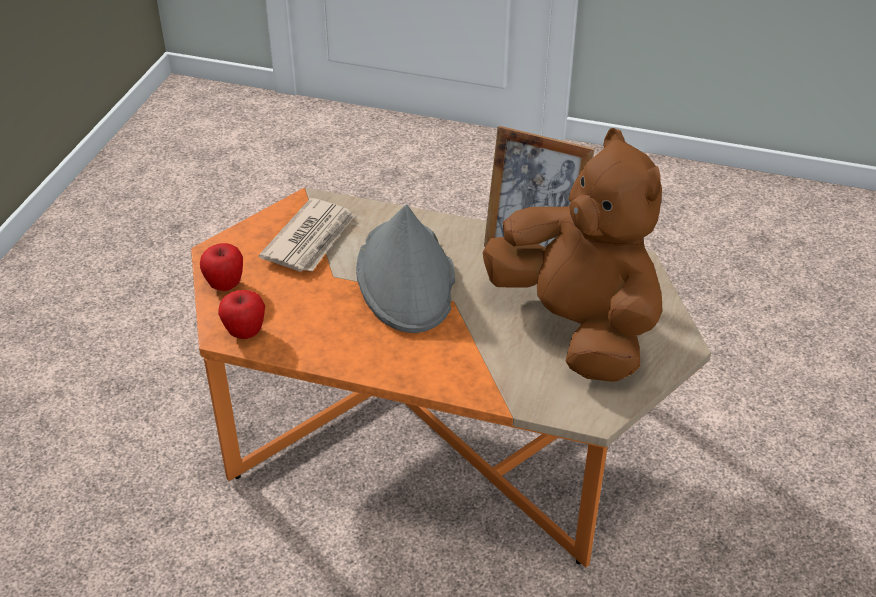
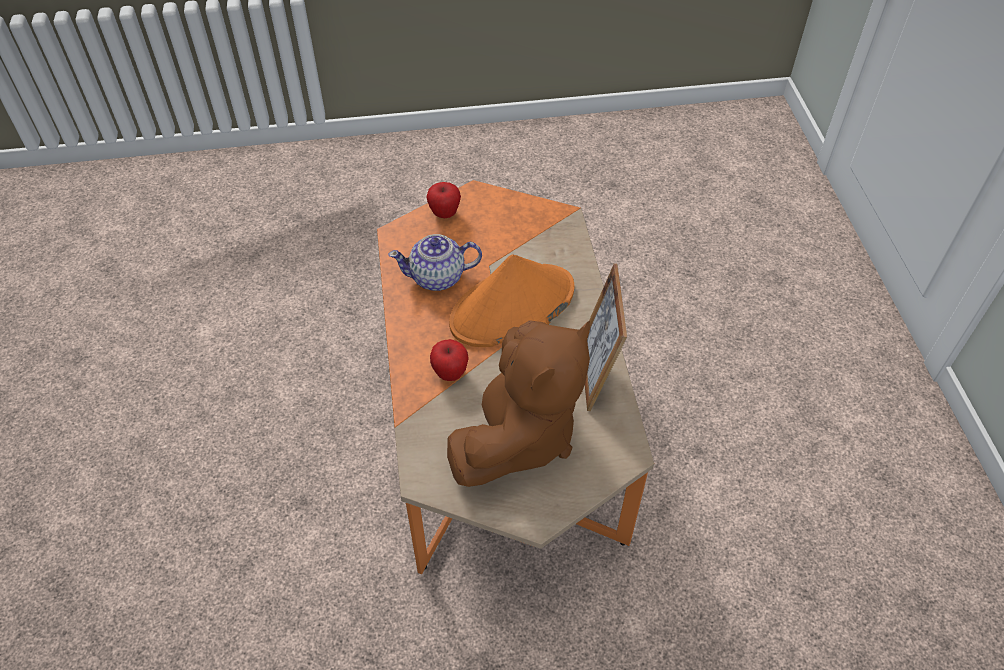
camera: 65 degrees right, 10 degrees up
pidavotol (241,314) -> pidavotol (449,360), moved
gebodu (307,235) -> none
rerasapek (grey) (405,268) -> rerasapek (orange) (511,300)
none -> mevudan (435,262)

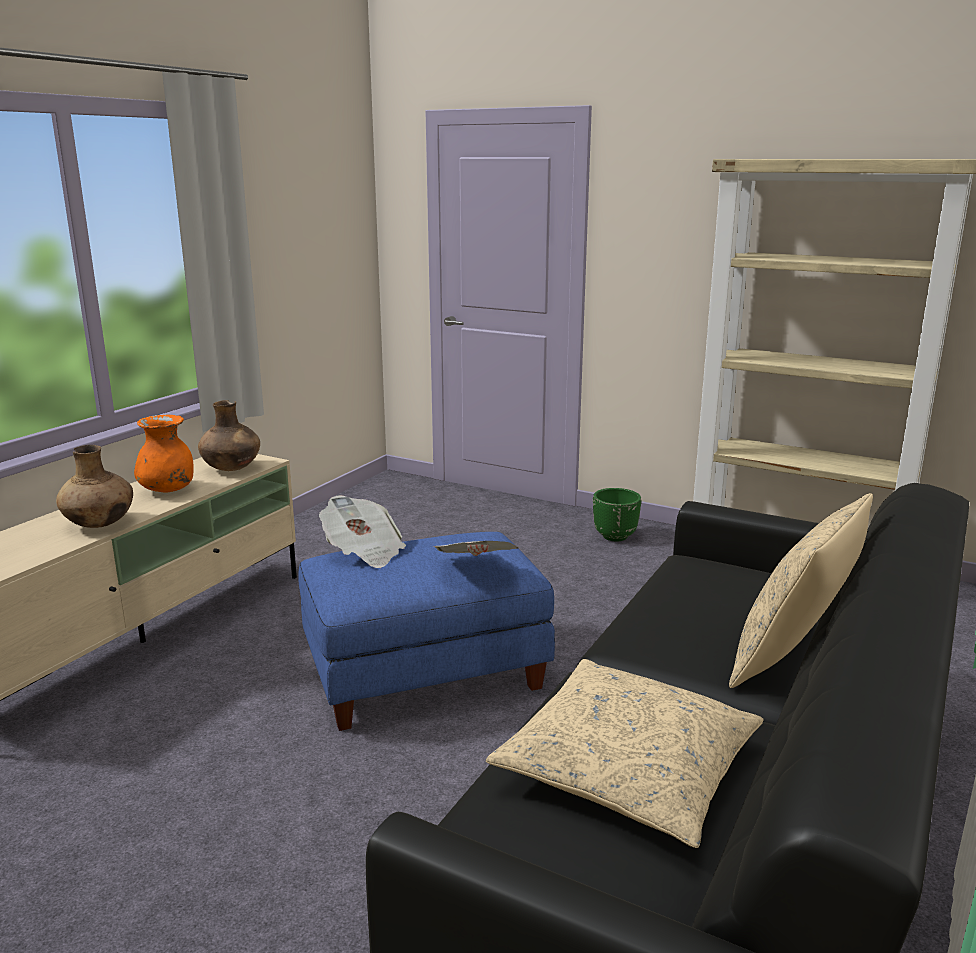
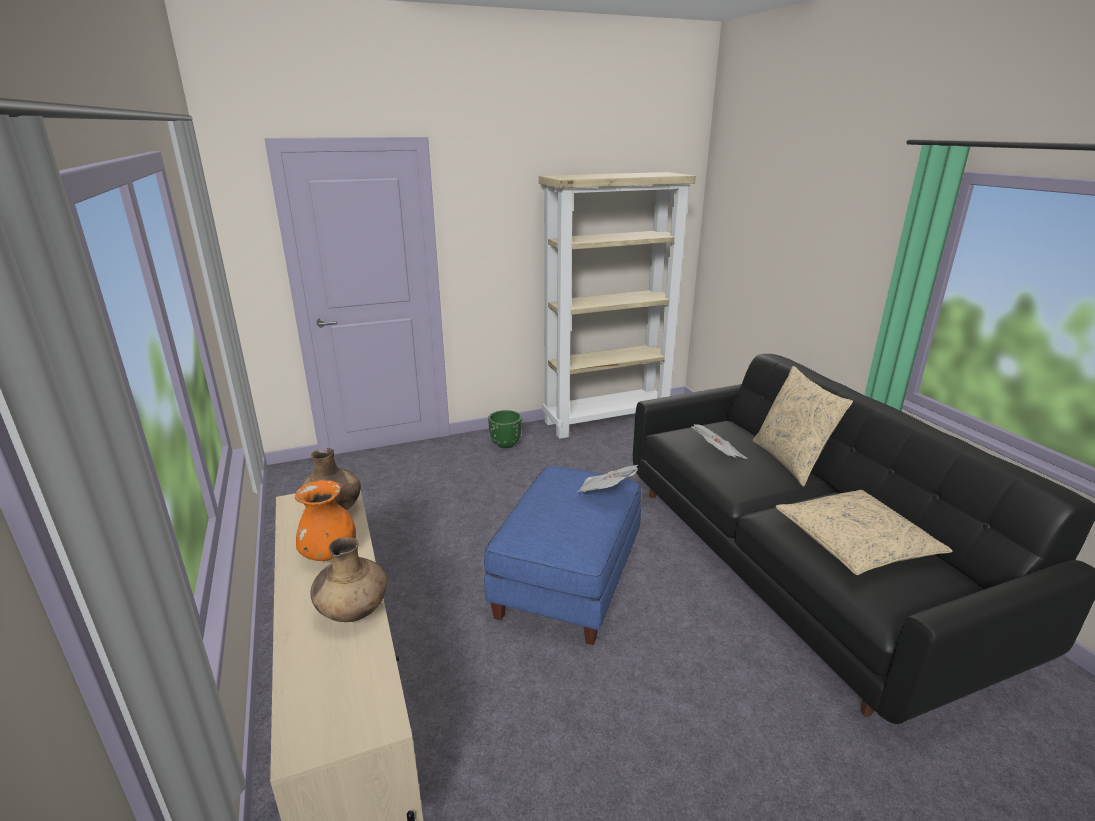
camera: 50 degrees left, 5 degrees up
gebodu (362,531) -> gebodu (720,441), moved

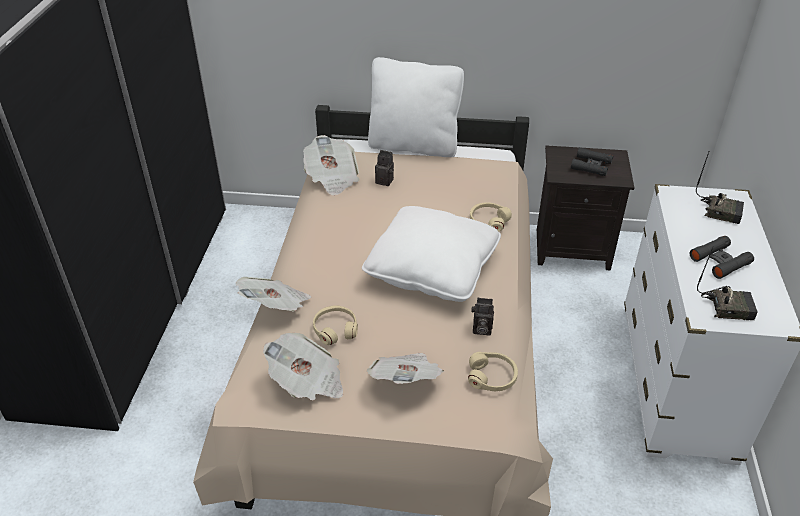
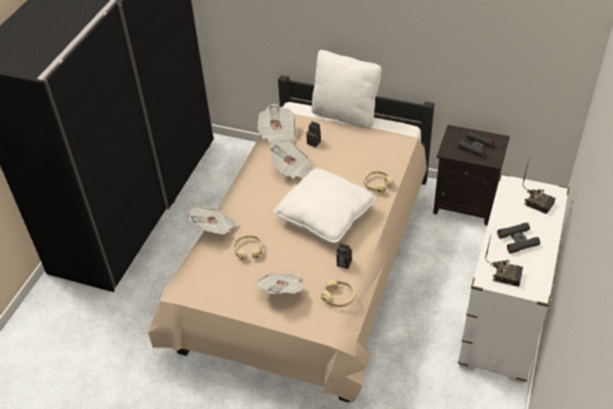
camera: 15 degrees right, 5 degrees up
gebodu (303,366) -> gebodu (291,160), moved

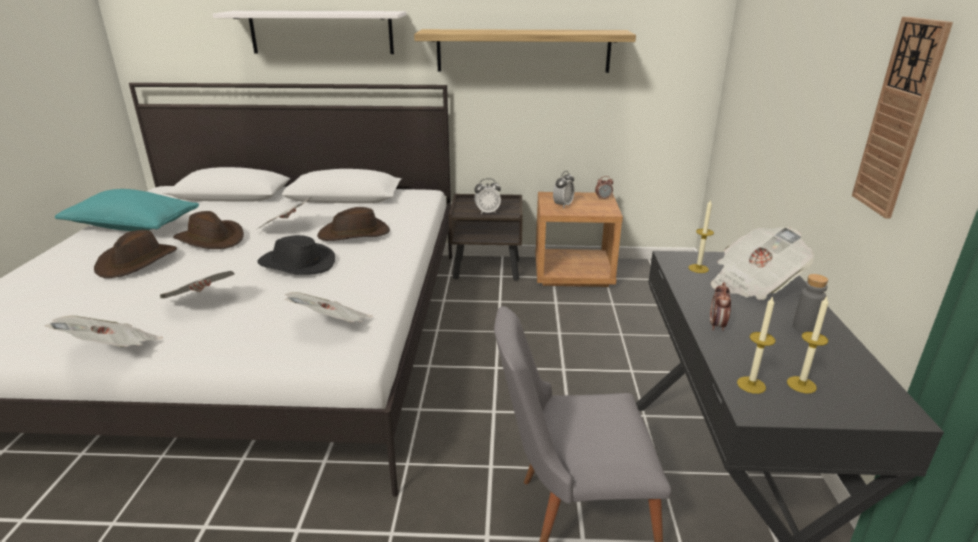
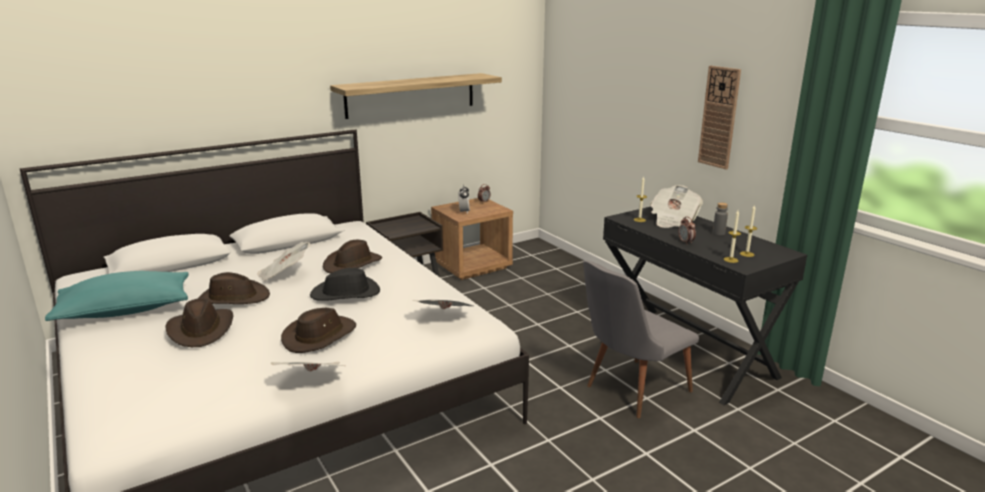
camera: 35 degrees left, 5 degrees down
gebodu (197,285) -> rerasapek (brown) (318,330)
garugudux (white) (309,32) -> none
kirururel (487,196) -> none

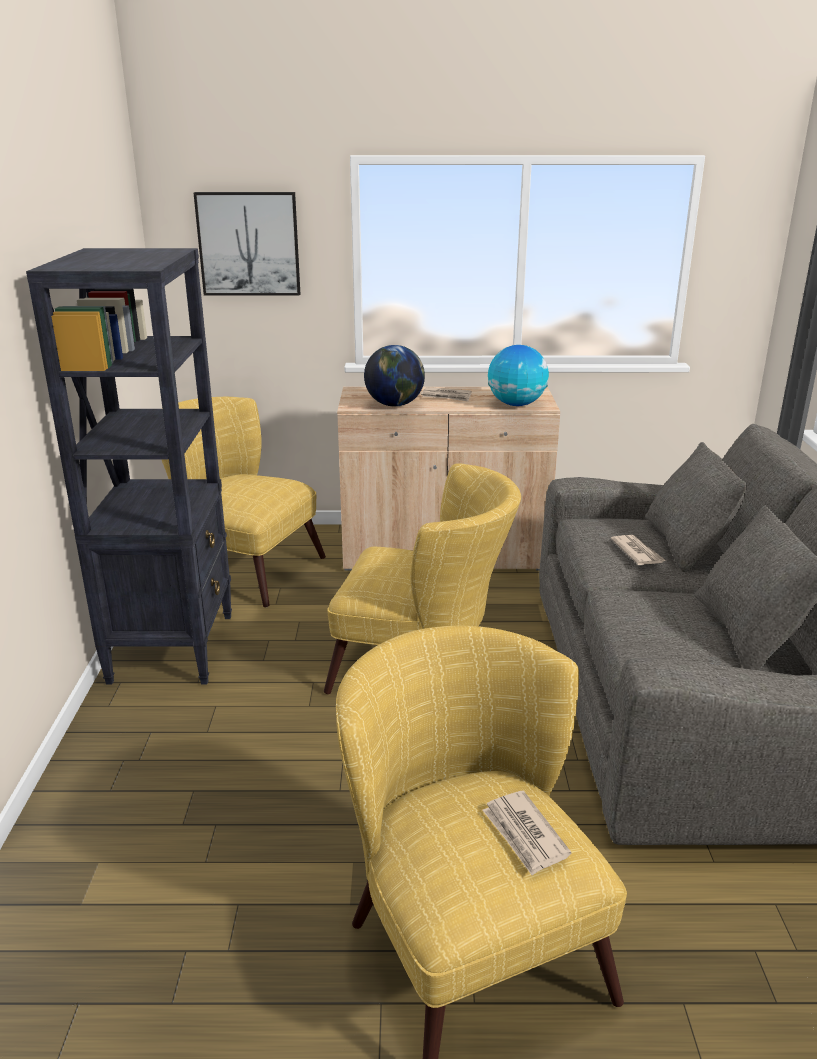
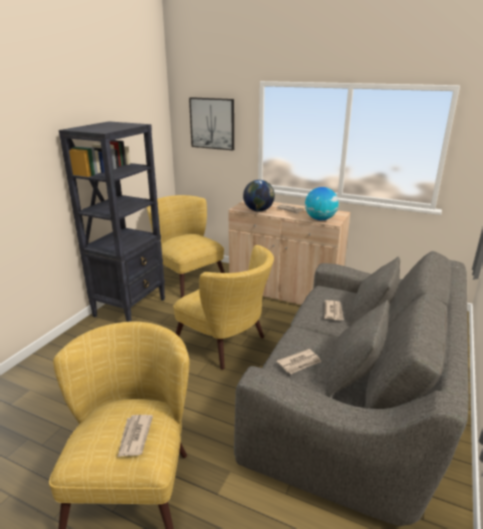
camera: 25 degrees right, 0 degrees up
none -> gebodu (299,361)

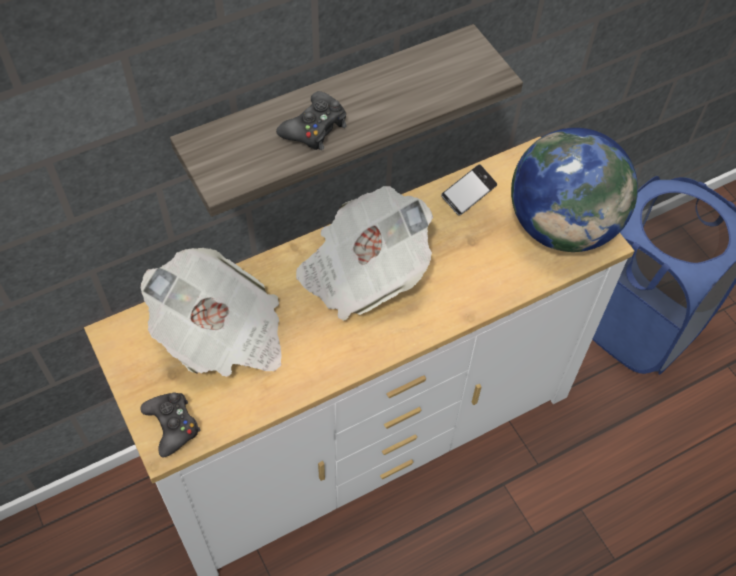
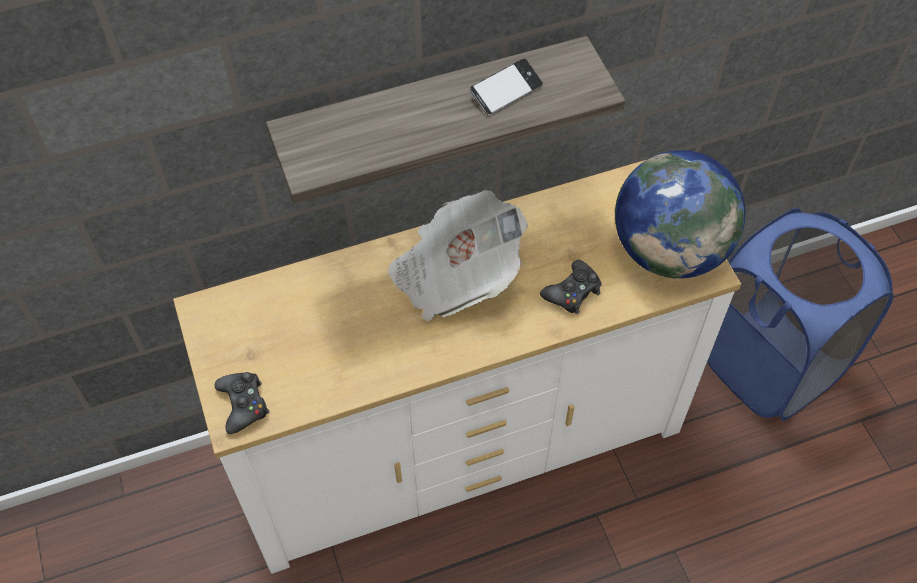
camera: 10 degrees right, 0 degrees up
gebodu (211,312) -> none
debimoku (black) (311,120) -> debimoku (black) (571,287), moved
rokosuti (469,190) -> rokosuti (506,87), moved

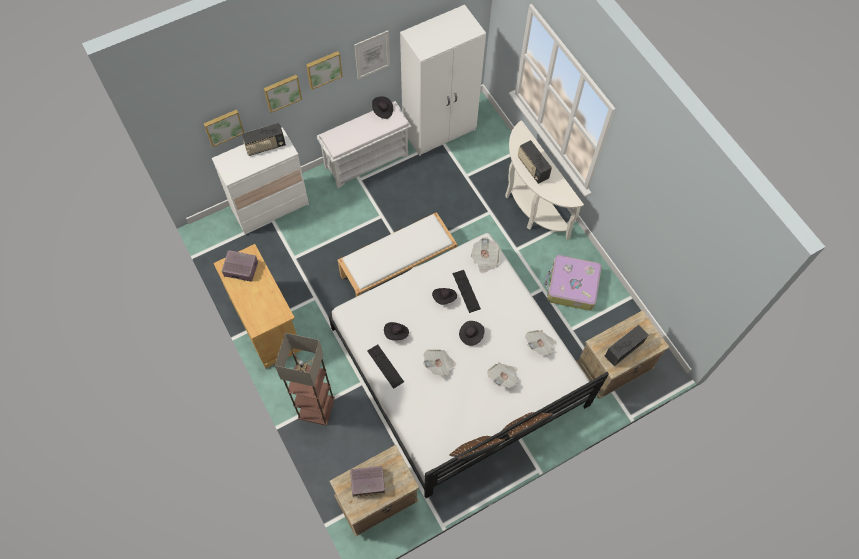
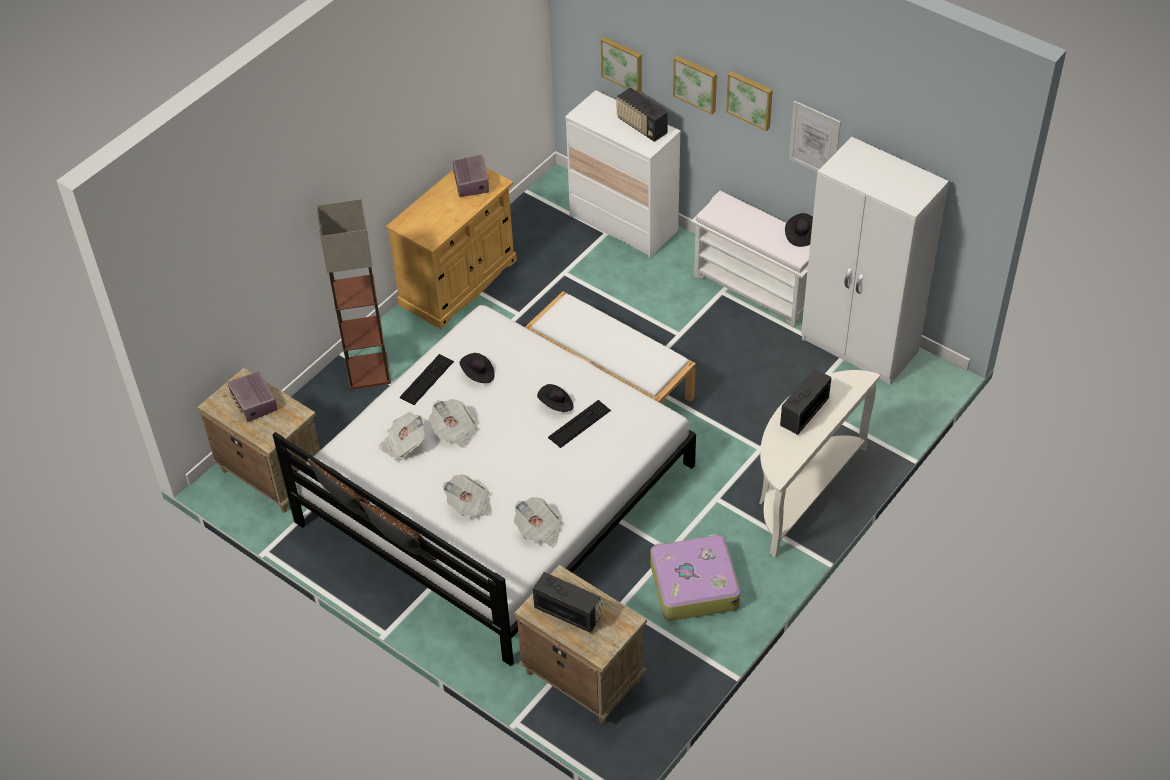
camera: 70 degrees right, 15 degrees down
rerasapek (black) (472,333) -> none
gebodu (485,255) -> gebodu (402,436), moved

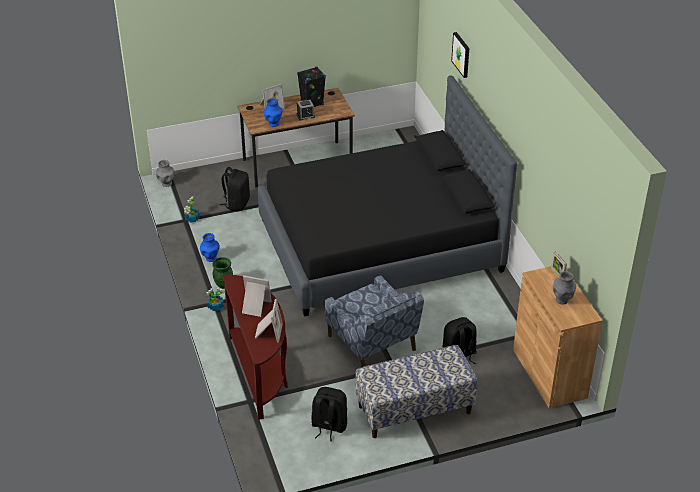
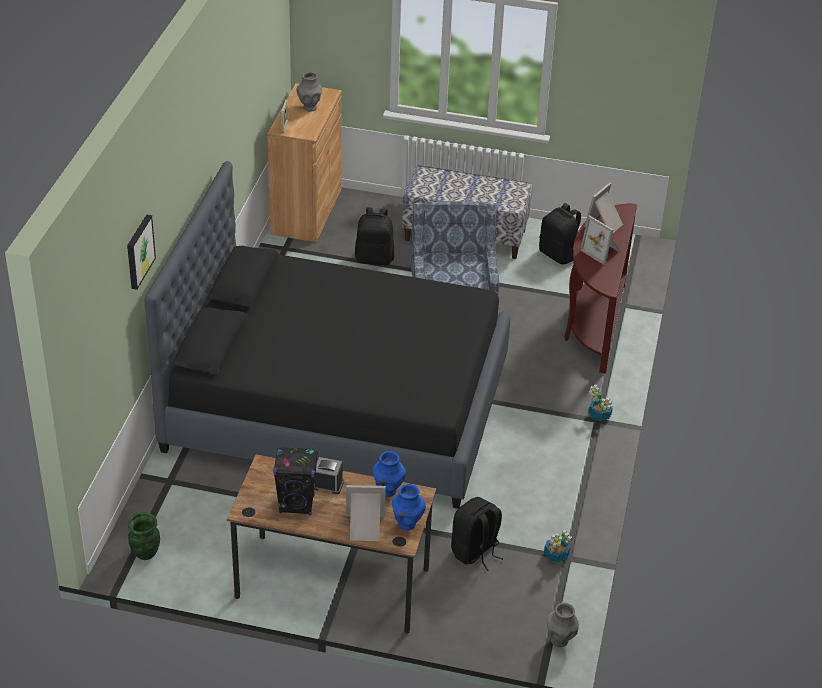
camera: 150 degrees left, 0 degrees up
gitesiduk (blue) (210,247) -> gitesiduk (blue) (409,507), moved
gitesiduk (green) (222,273) -> gitesiduk (green) (144,536), moved

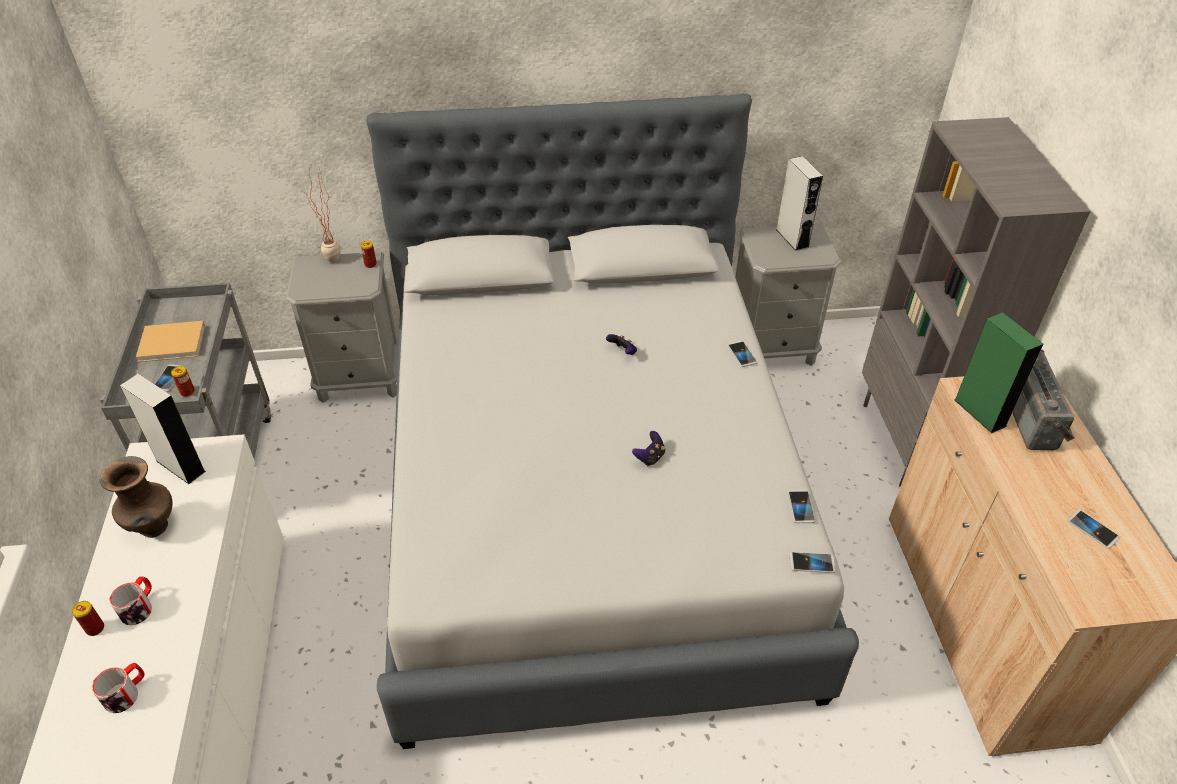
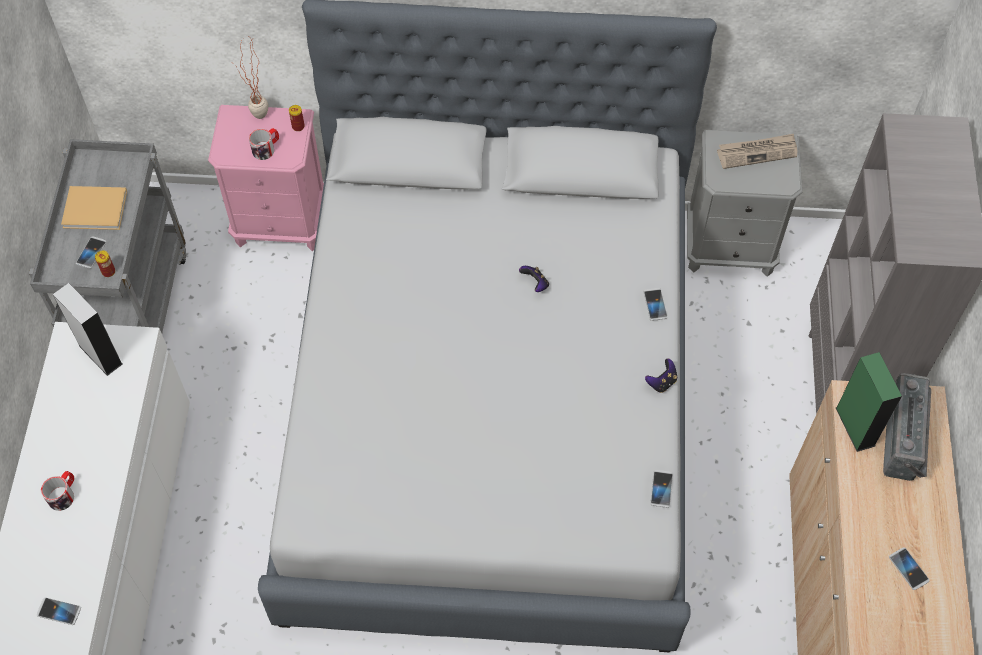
camera: 10 degrees right, 15 degrees up
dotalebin (88,618) -> none
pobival (118,688) -> pobival (264,144), moved
gitesiduk (brown) (136,497) -> none
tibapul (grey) (342,327) -> tibapul (pink) (266,178)
debimoku (648,448) -> debimoku (661,375), moved
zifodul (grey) (799,203) -> gebodu (757,151)
rokosuti (812,562) -> rokosuti (59,611), moved

